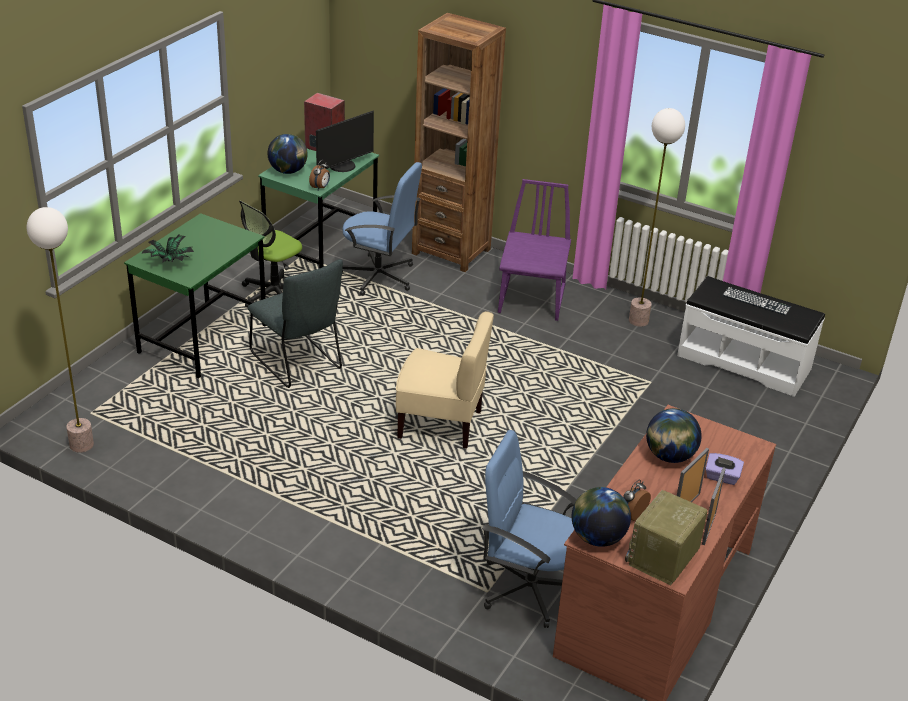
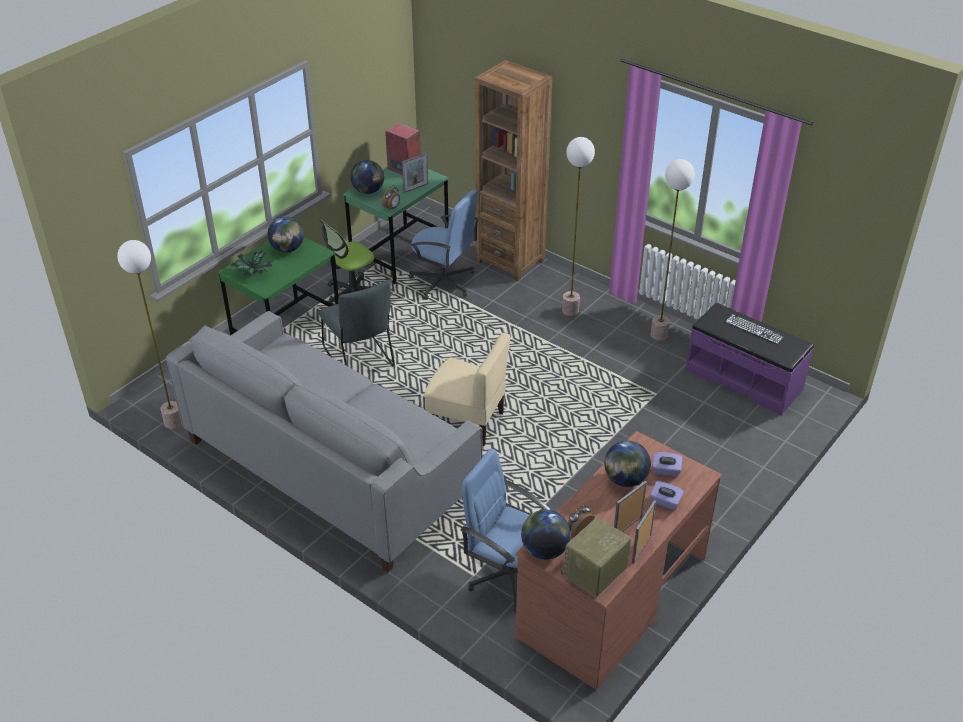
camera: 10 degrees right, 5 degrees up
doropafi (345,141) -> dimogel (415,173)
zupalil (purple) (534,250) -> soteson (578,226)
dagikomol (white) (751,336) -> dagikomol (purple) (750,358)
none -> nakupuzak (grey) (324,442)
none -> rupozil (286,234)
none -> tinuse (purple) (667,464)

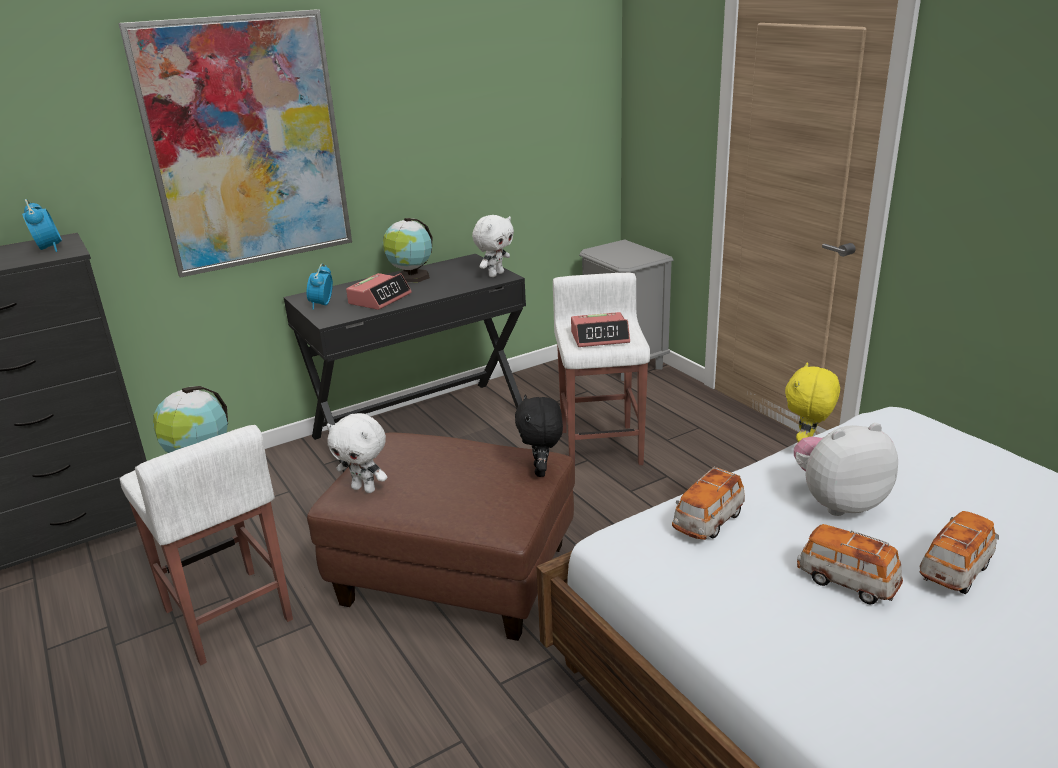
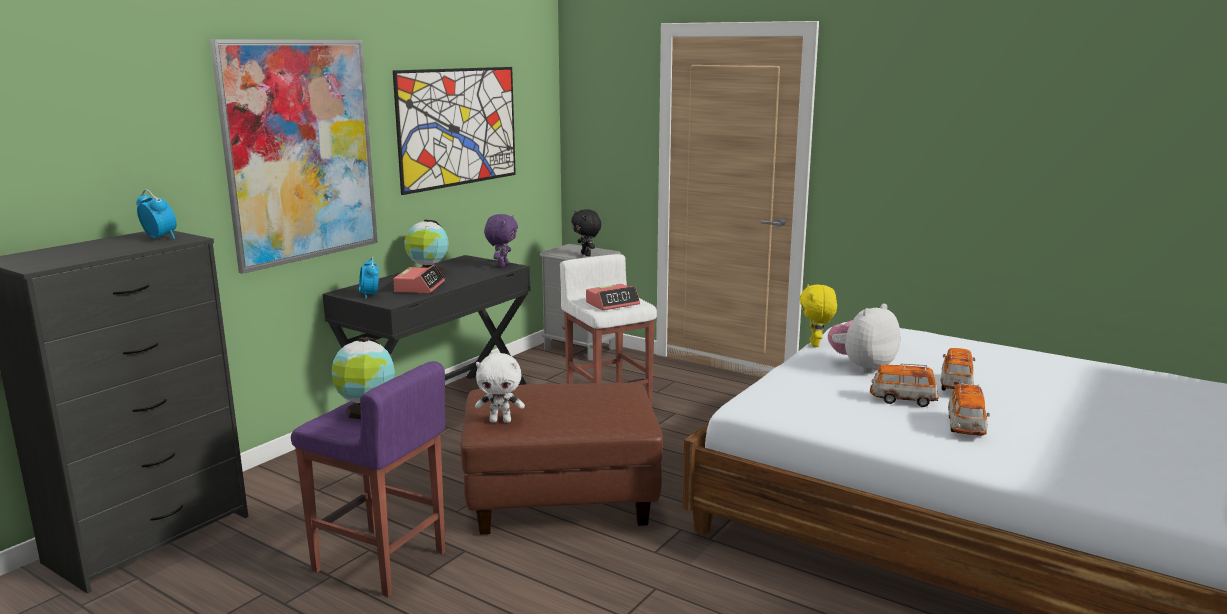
camera: 25 degrees left, 10 degrees down
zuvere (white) (206,545) -> zuvere (purple) (368,479)
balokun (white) (493,246) -> balokun (purple) (501,240)
balokun (black) (539,436) -> balokun (black) (586,232), moved
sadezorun (708,503) -> sadezorun (969,409), moved
none -> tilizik (454,131)

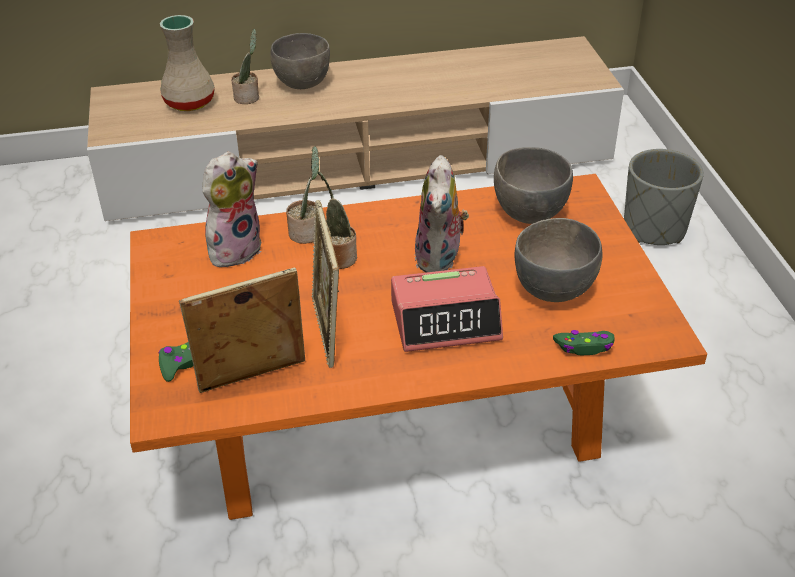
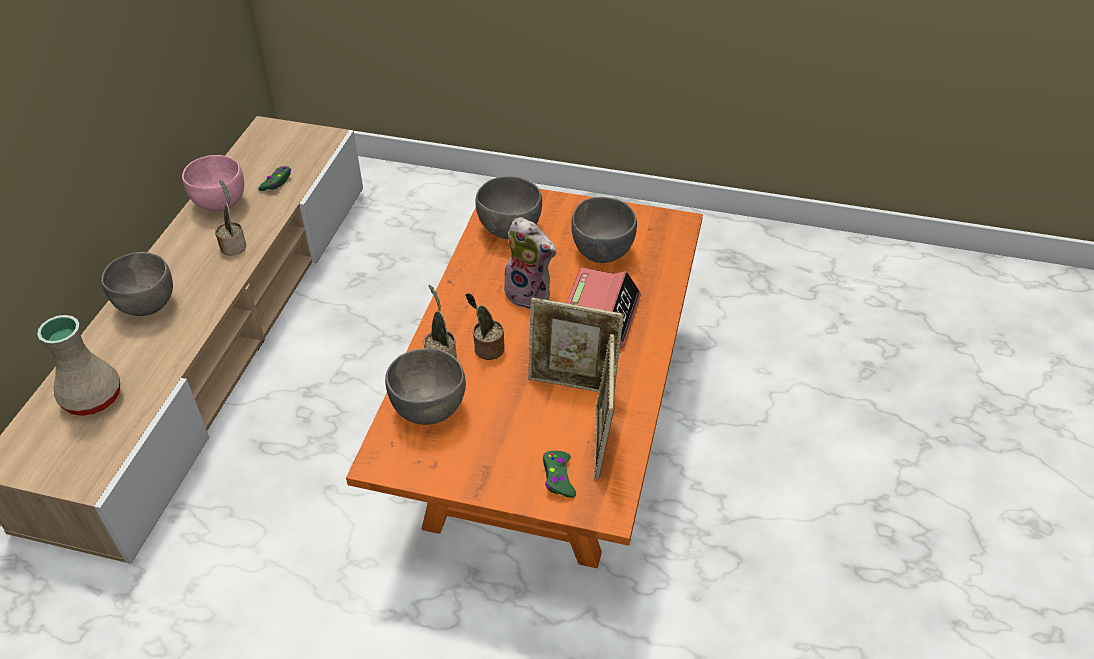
camera: 65 degrees left, 5 degrees up
balokun (232,210) -> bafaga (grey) (425,386)
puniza (245,66) -> puniza (230,218), moved
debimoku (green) (583,342) -> debimoku (green) (274,178), moved
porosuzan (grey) (664,197) -> none
none -> bafaga (pink) (213,183)

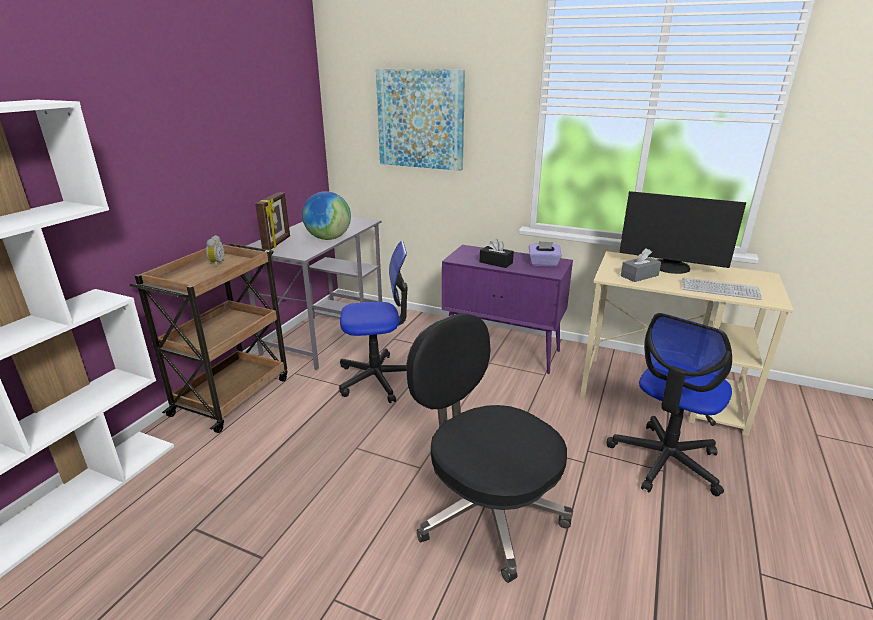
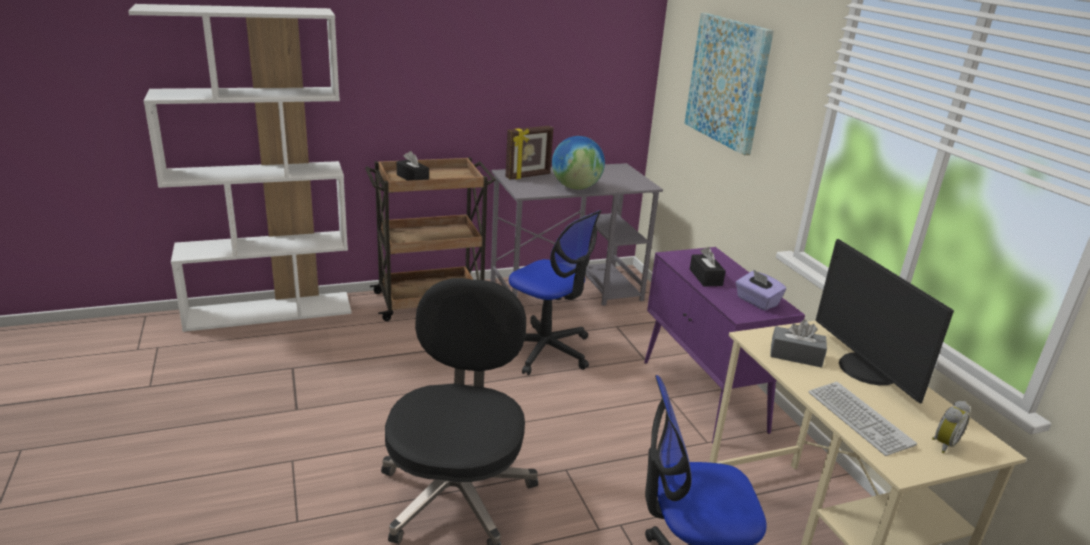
camera: 45 degrees right, 0 degrees up
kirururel (215,251) -> kirururel (951,427), moved
none -> tinuse (black) (413,166)

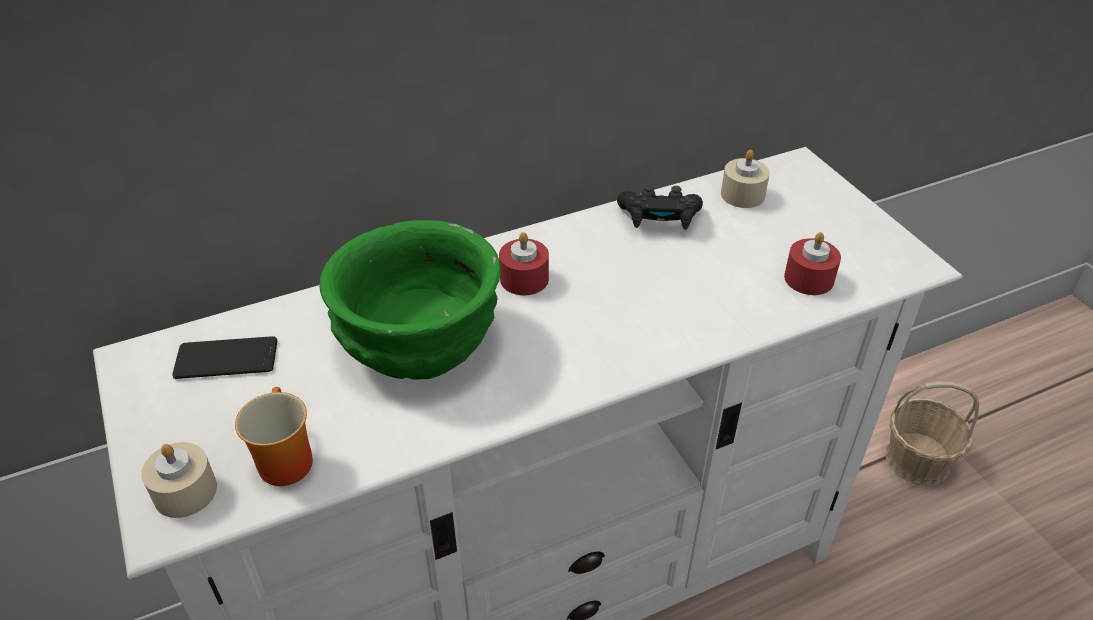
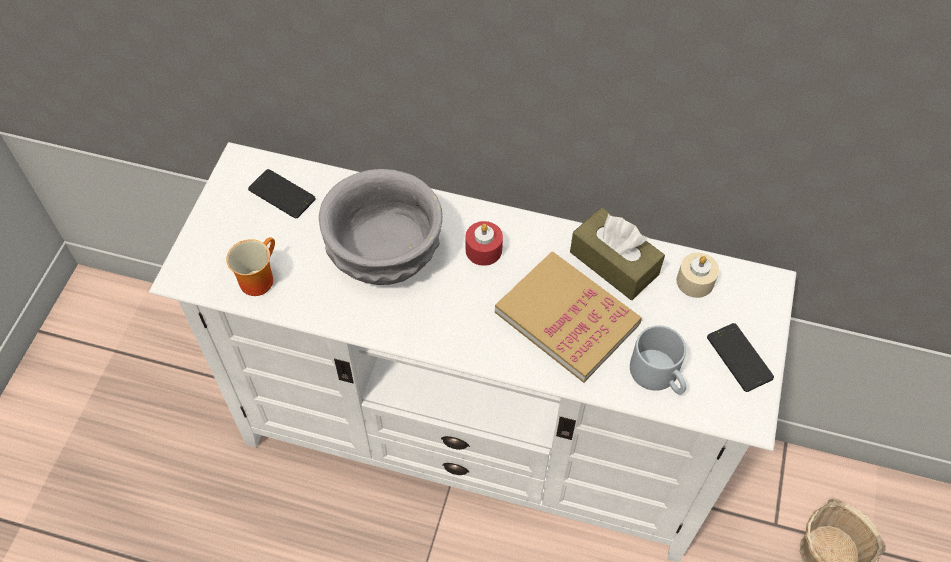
camera: 40 degrees right, 15 degrees up
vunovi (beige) (179,480) -> none
bafaga (green) (410,300) -> bafaga (grey) (381,227)
debimoku (black) (660,207) -> tinuse (brown) (617,254)
vunovi (red) (812,263) -> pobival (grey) (658,360)
none -> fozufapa (568,317)
none -> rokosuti (740,357)

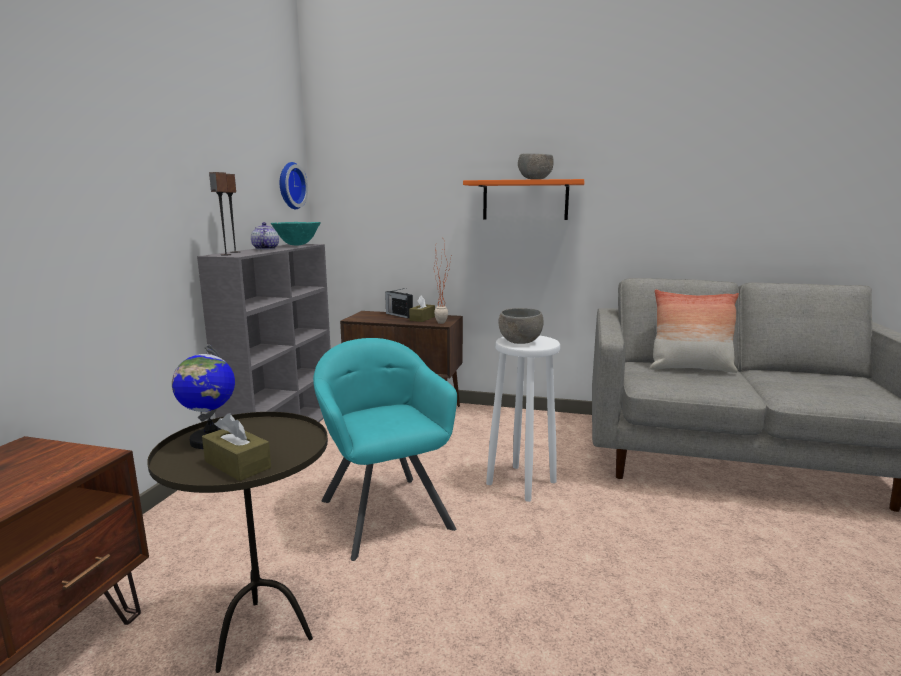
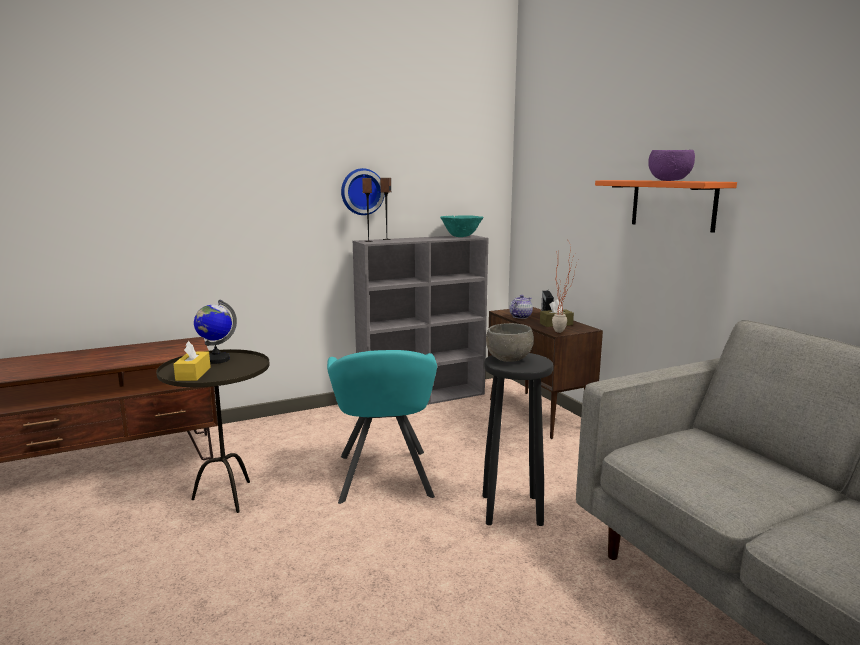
camera: 50 degrees right, 0 degrees up
tinuse (brown) (236,447) -> tinuse (yellow) (192,361)
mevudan (265,236) -> mevudan (521,307), moved
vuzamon (294,186) -> vuzamon (363,191), moved
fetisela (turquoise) (385,449) -> fetisela (turquoise) (382,427), 150 degrees clockwise
zuvere (white) (523,418) -> zuvere (black) (518,439)
bafaga (grey) (536,166) -> bafaga (purple) (671,165)
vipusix (694,331) -> none

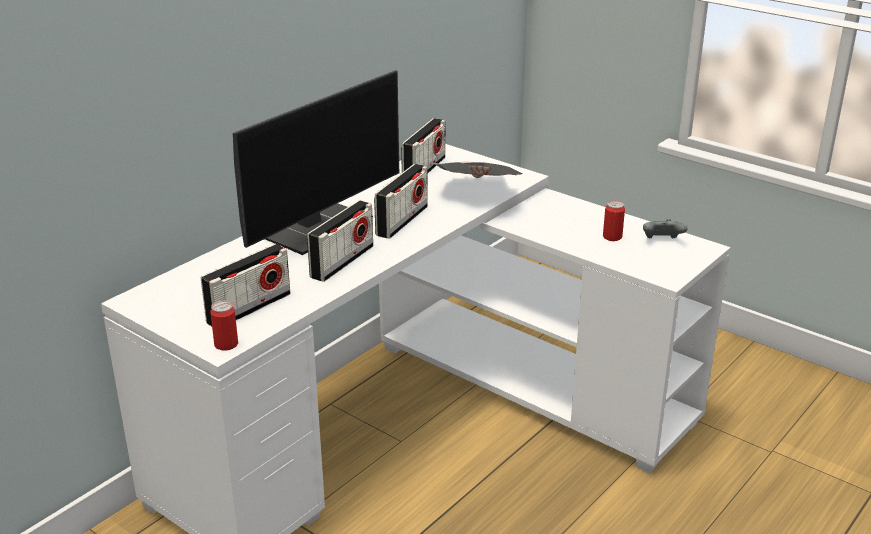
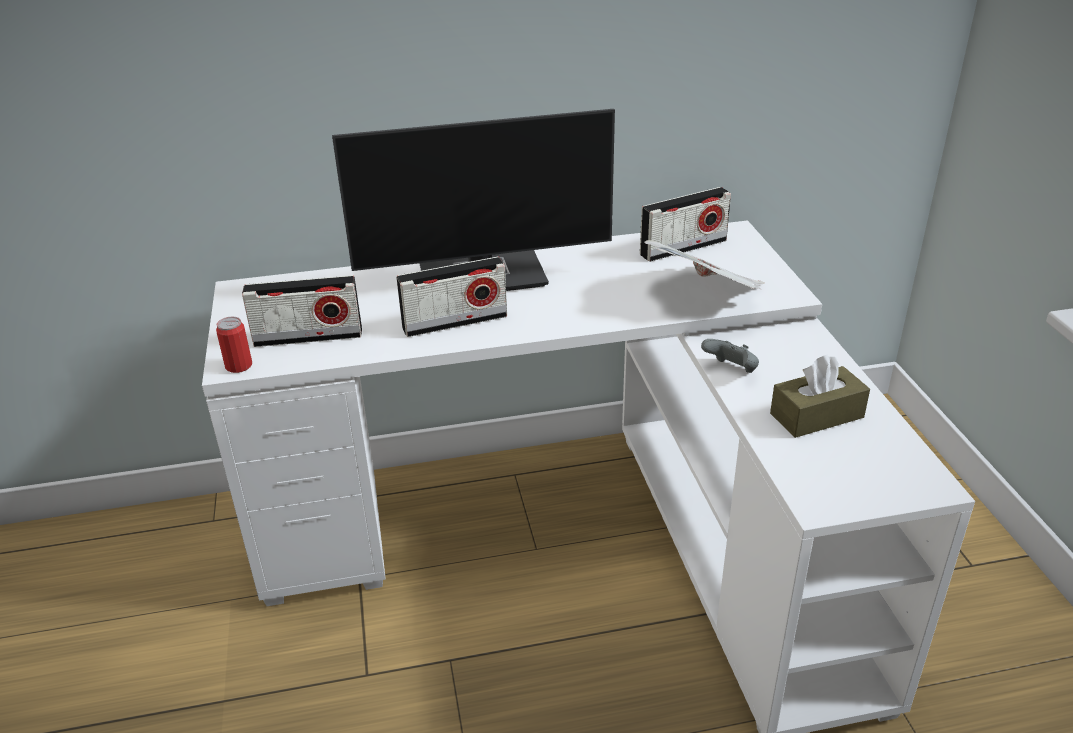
camera: 40 degrees right, 5 degrees up
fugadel (401,201) -> none
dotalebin (614,220) -> tinuse (brown) (820,396)
debimoku (grey) (665,229) -> debimoku (grey) (730,356), moved

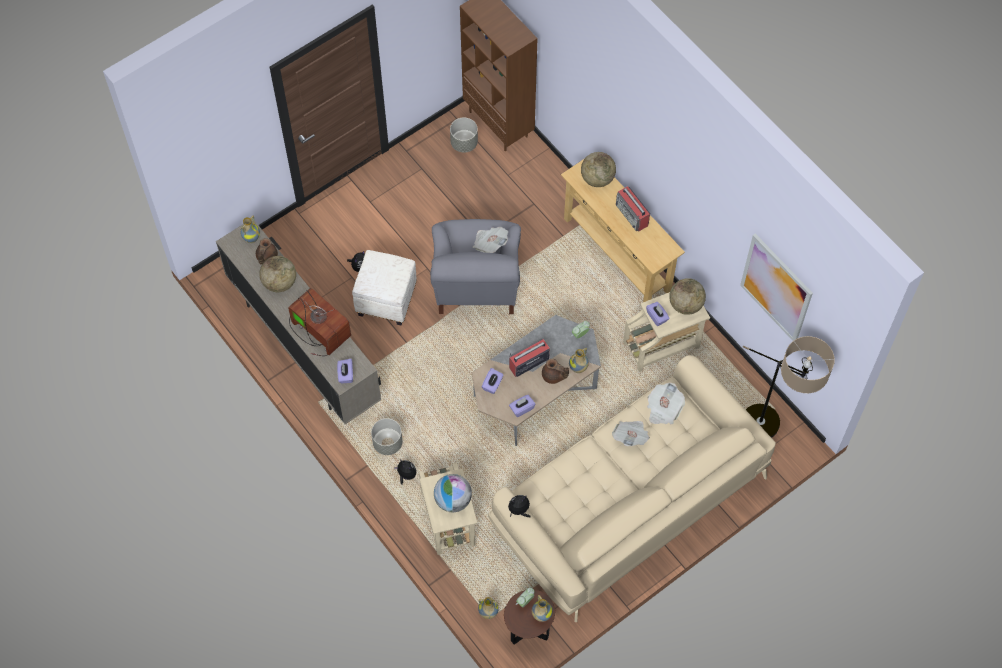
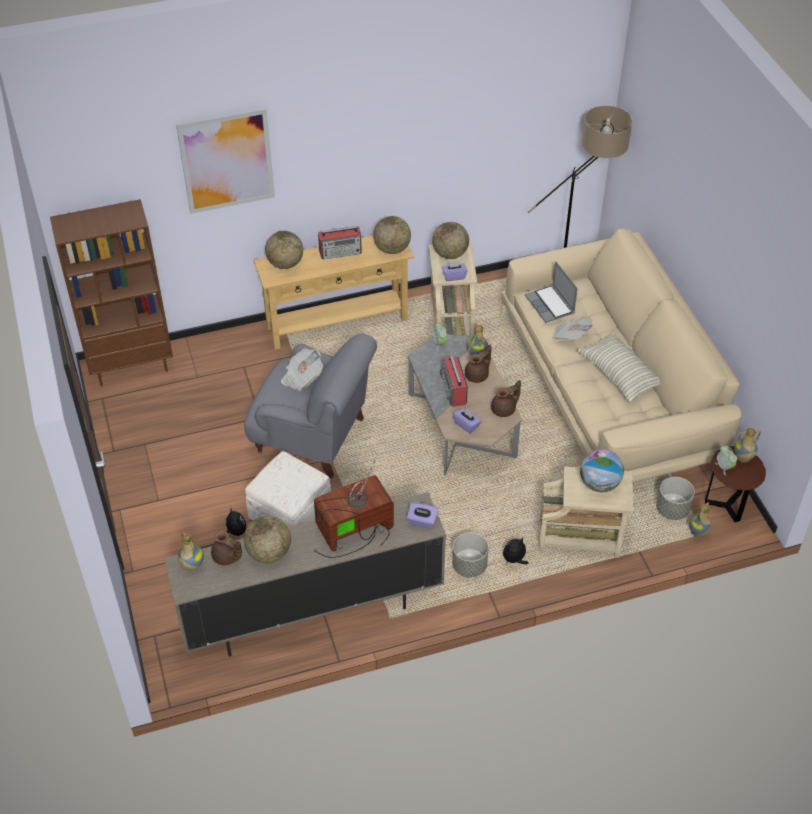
camera: 70 degrees left, 15 degrees down
porosuzan (grey) (464,135) -> porosuzan (grey) (675,498), moved
balokun (519,506) -> none
tinuse (purple) (522,406) -> mevudan (brown) (506,398)
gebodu (666,403) -> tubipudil (551,292)
tilizik (776,287) -> tilizik (225,160), moved
none -> rupozil (392,235)
none -> vipusix (618,367)

